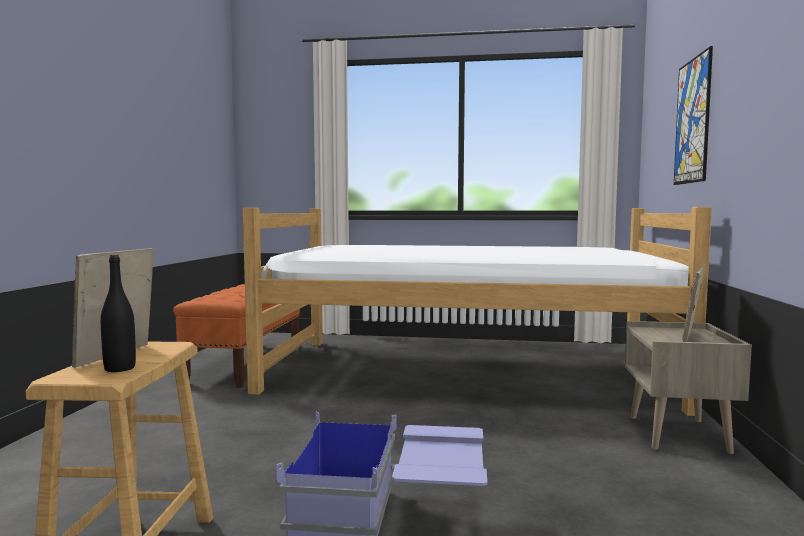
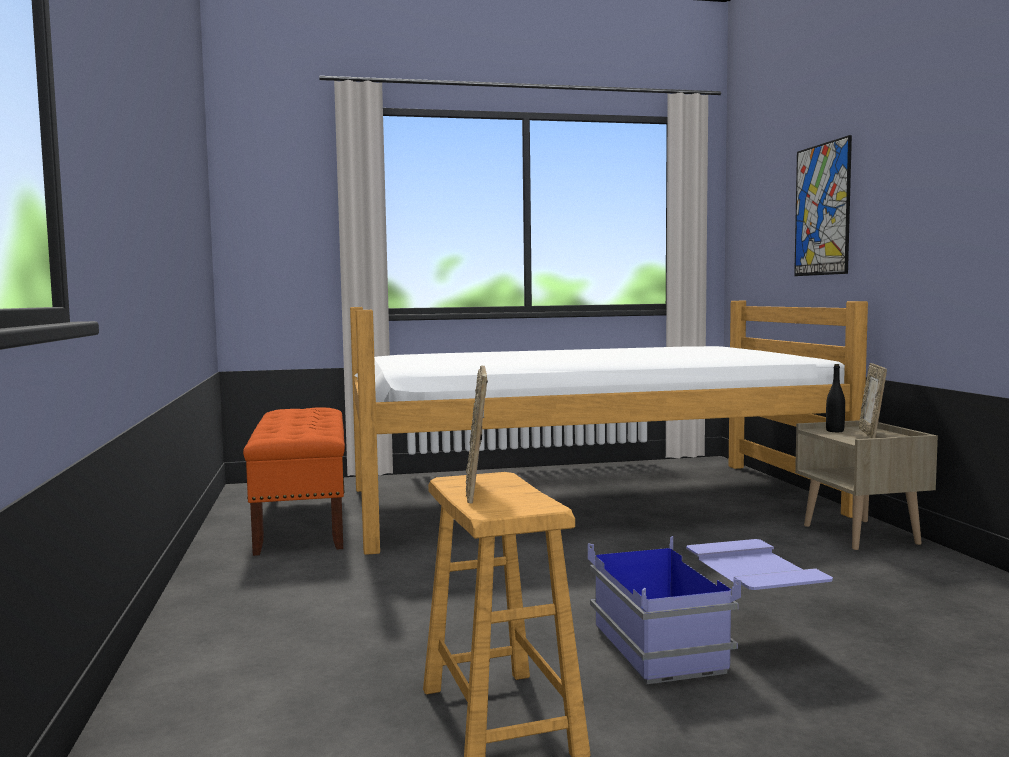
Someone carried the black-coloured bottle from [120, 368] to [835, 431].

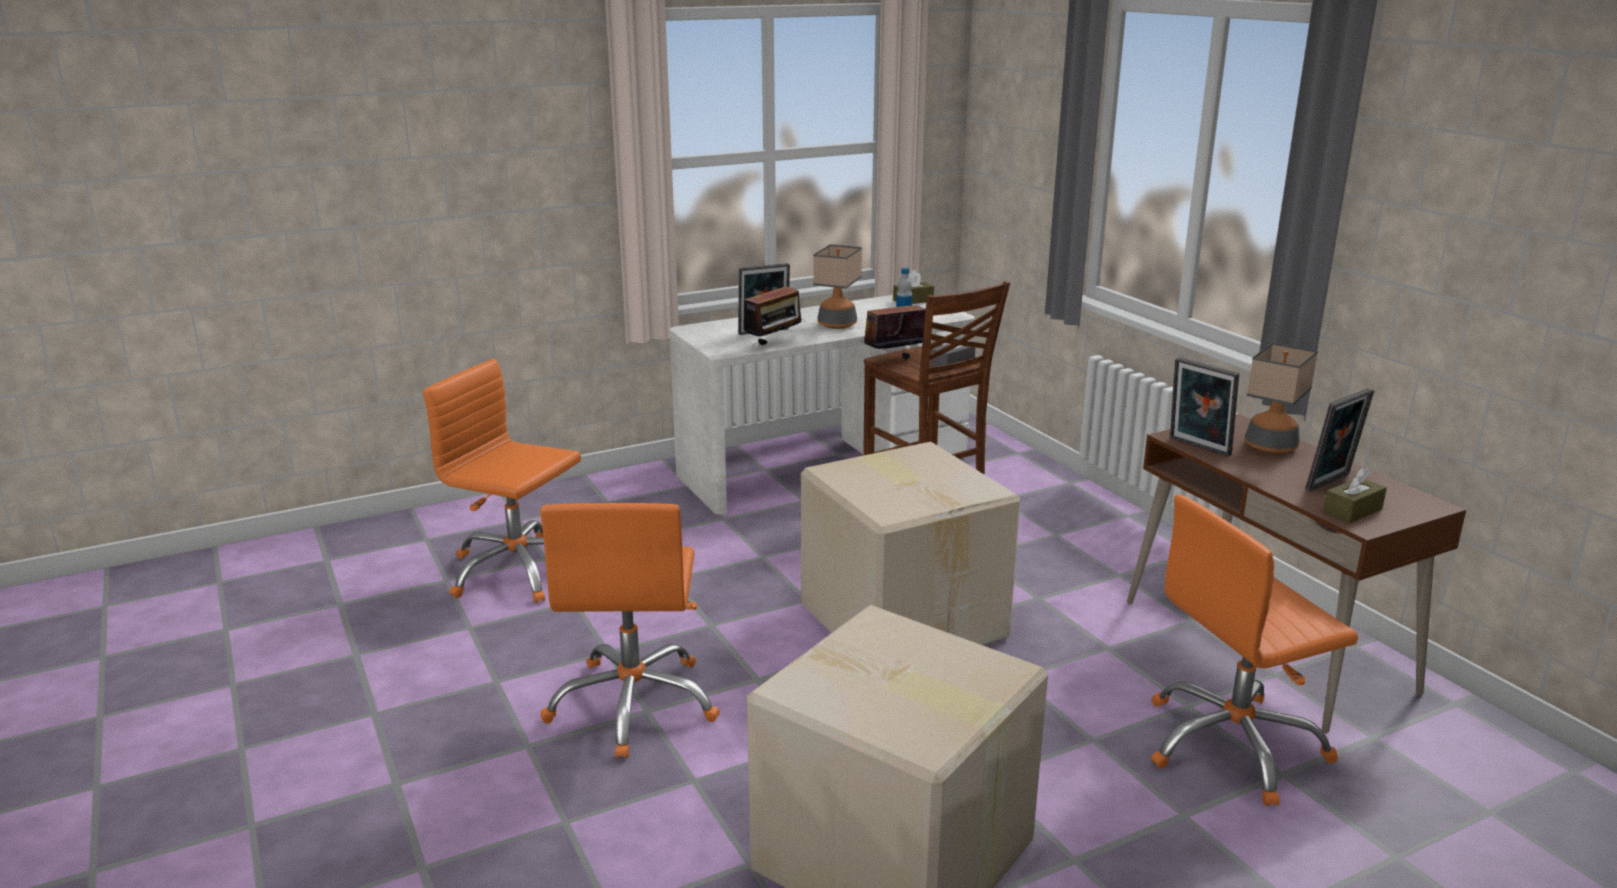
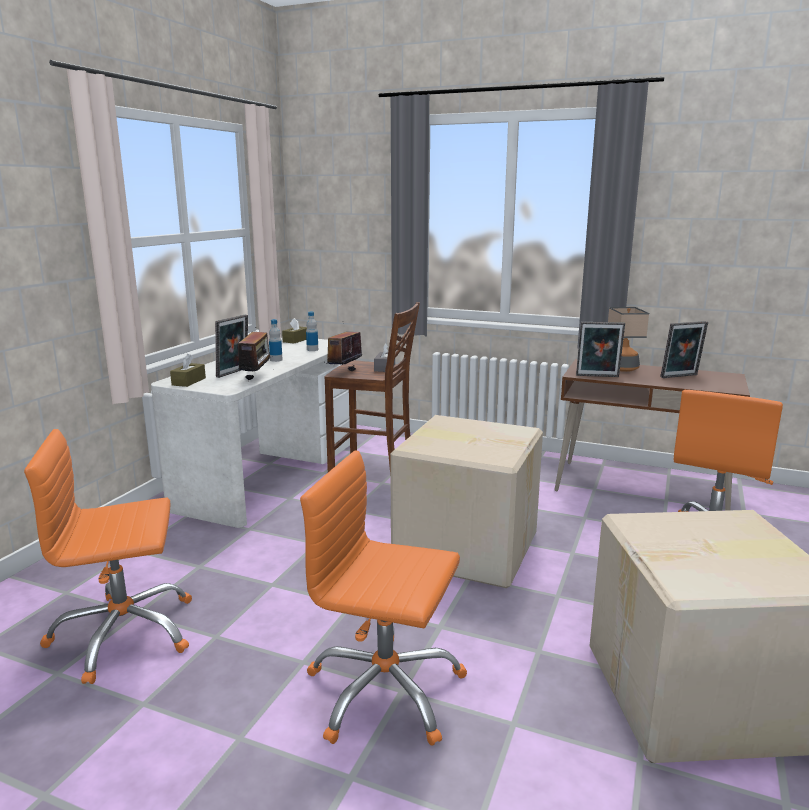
Someone carried the brown-coloured box of tissues from [1352, 511] to [189, 381]. Someone swapped the tabletop lamp at [837, 325] for the bottle at [276, 360]. Someone rotated the orangey desk chair at [634, 704] by 150 degrees clockwise. Someone rotated the picture frame at [1331, 483] by 60 degrees clockwise.

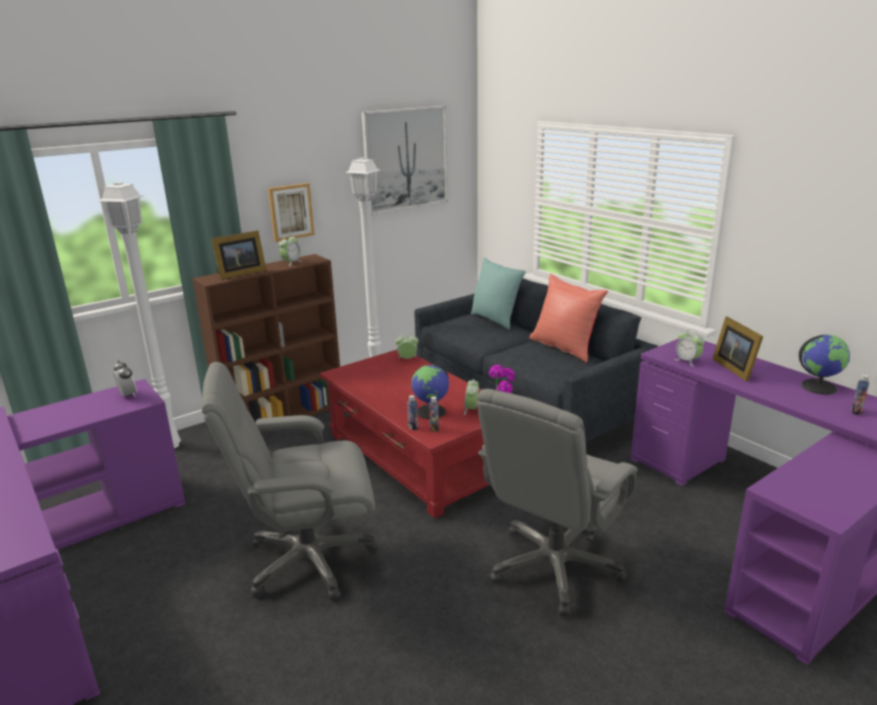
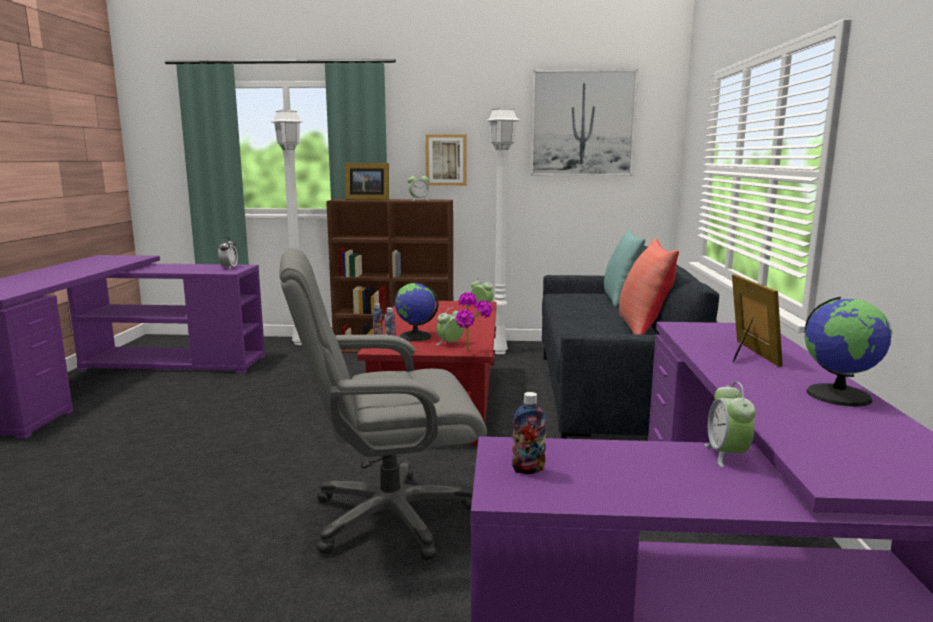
Someone took away the grey desk chair at [308, 560]. Someone carried the bedside clock from [687, 361] to [727, 455]. Someone carried the bottle from [856, 411] to [528, 469]. Someone rotated the picture frame at [734, 368] by 150 degrees clockwise.

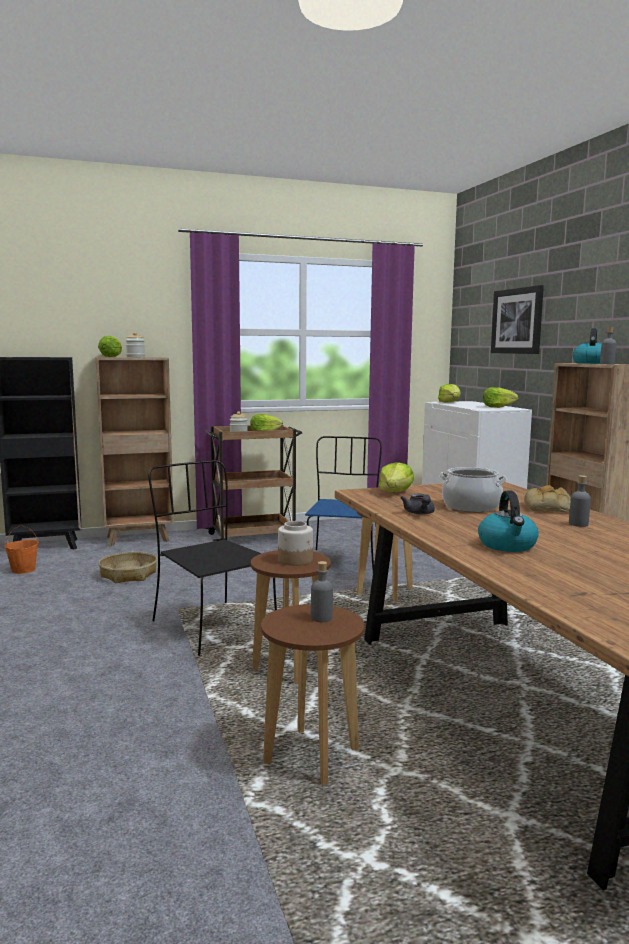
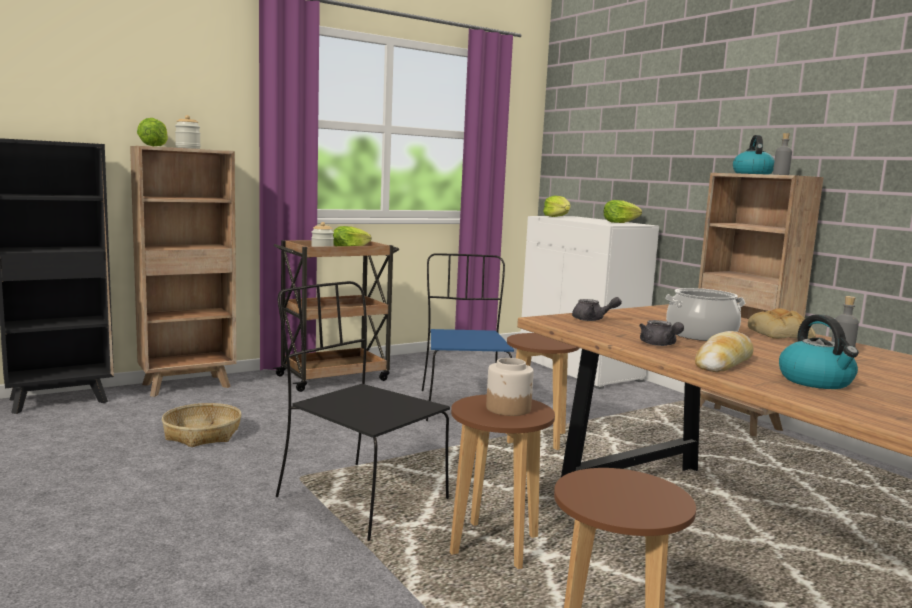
Someone took away the orangey bucket at [23, 570]. Someone took away the grey bottle at [321, 618]. Someone took away the picture at [517, 321]. Someone put down the baked bread at [723, 362]. Someone swapped the lettuce at [395, 492] for the grey tea pot at [592, 319].

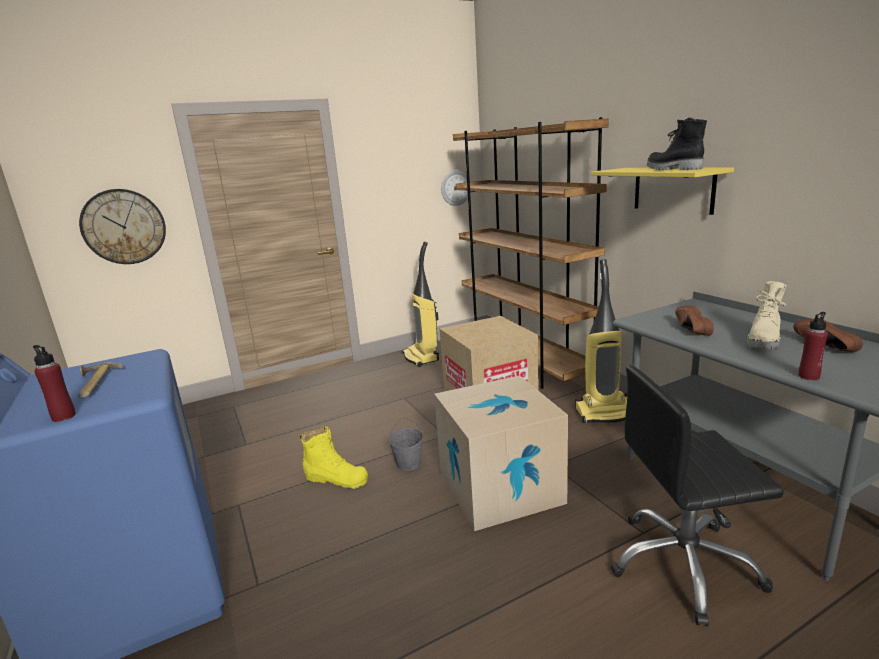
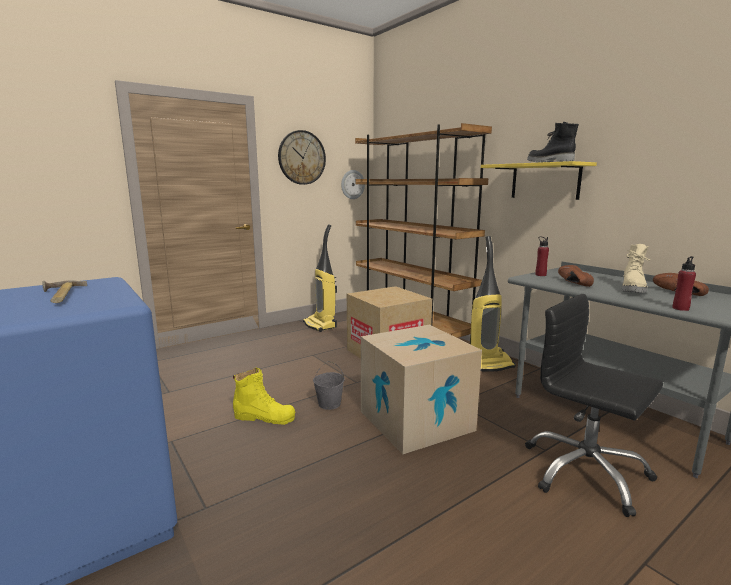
Someone carried the reddish bottle from [63, 416] to [540, 275]. Someone carried the wall clock from [124, 227] to [302, 157]. Someone rotated the black-coloured desk chair at [684, 565] by 60 degrees clockwise.

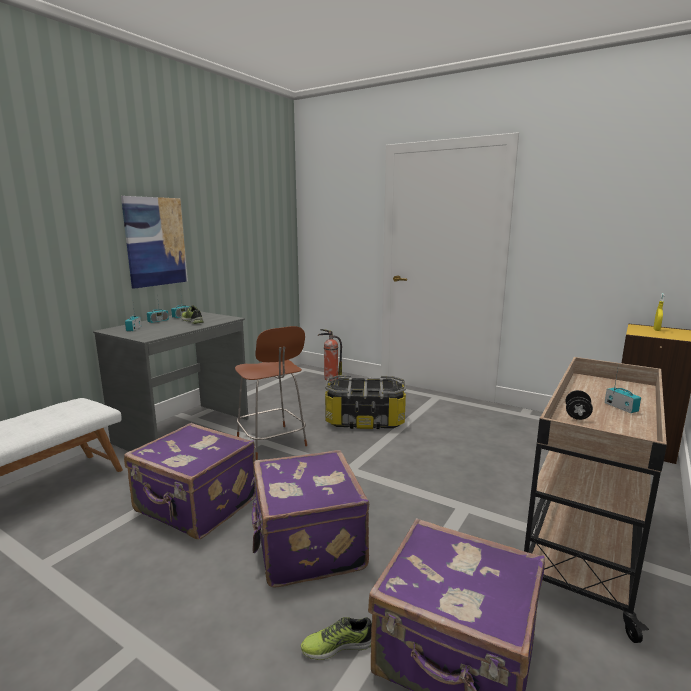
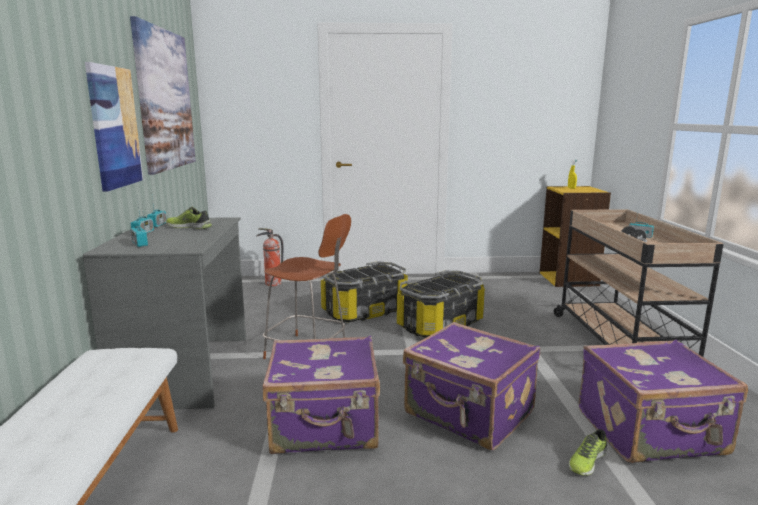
Someone put up the picture at [165, 100]. Someone put down the storage bin at [439, 324].

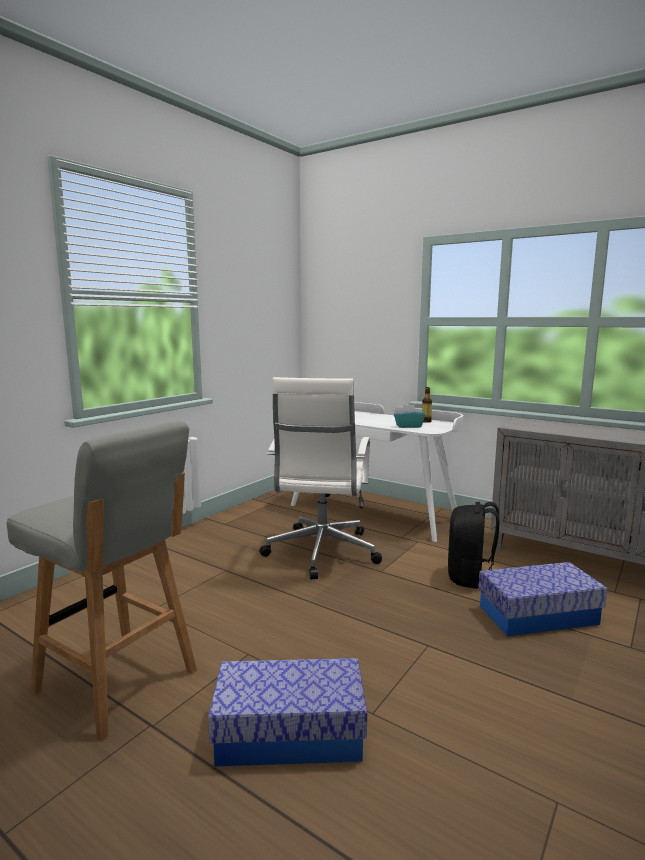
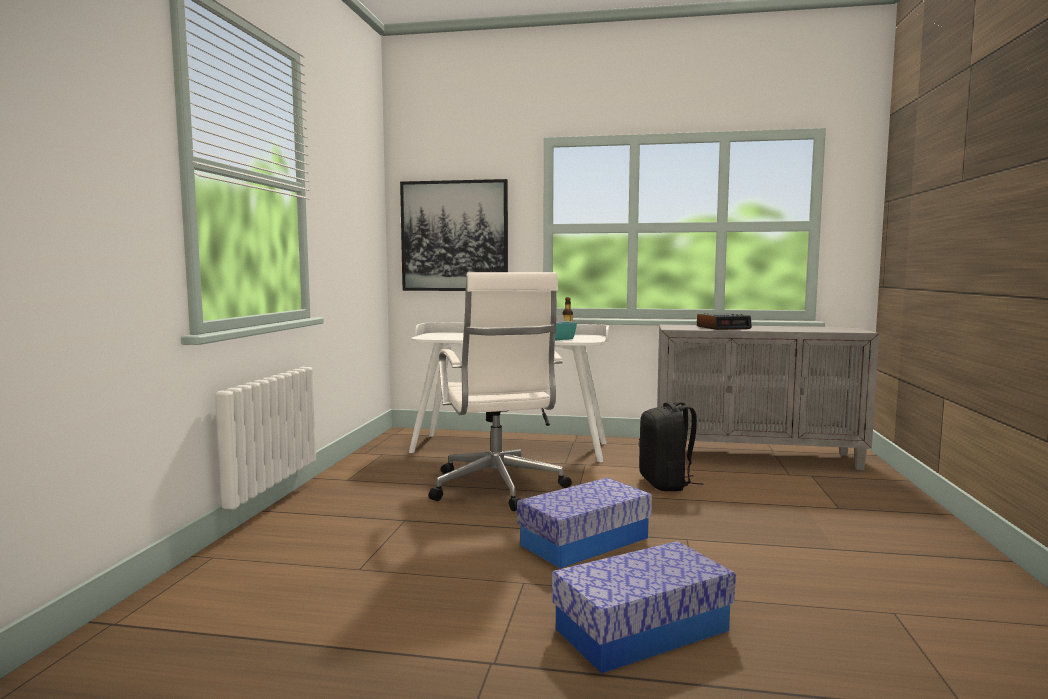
Someone took away the grey sitting stool at [118, 683]. Someone put up the picture at [454, 236]. Someone put down the bedside clock at [723, 327]. Someone carried the storage bin from [538, 615] to [585, 541].

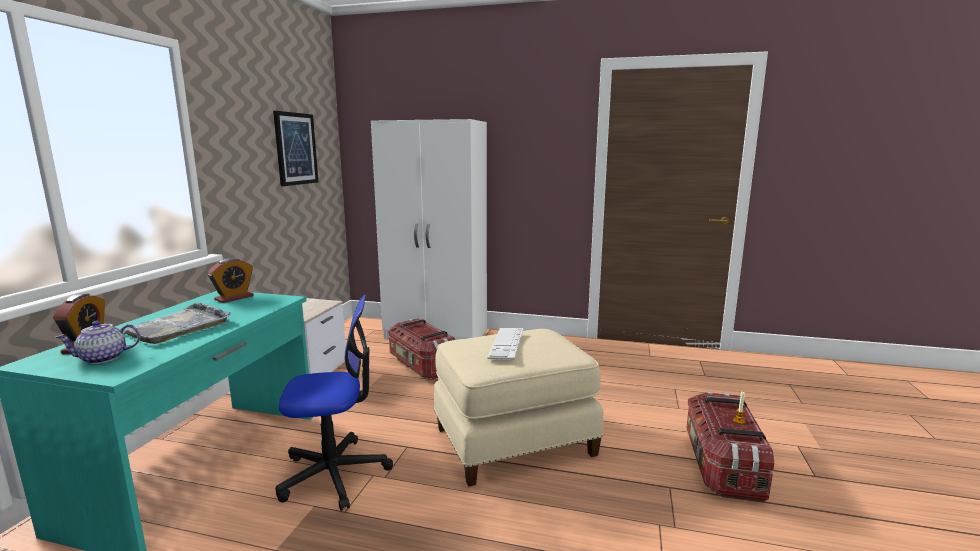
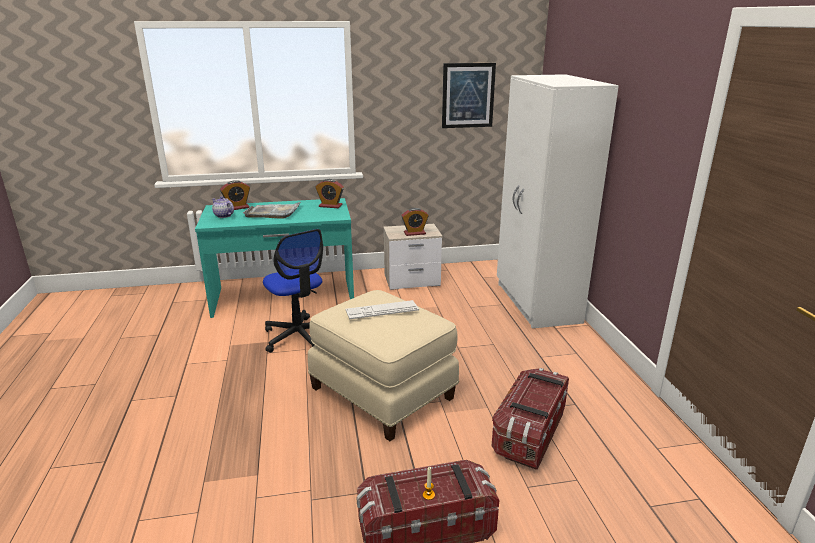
Someone put down the bedside clock at [414, 233]. Someone carried the storage bin from [422, 365] to [529, 433].

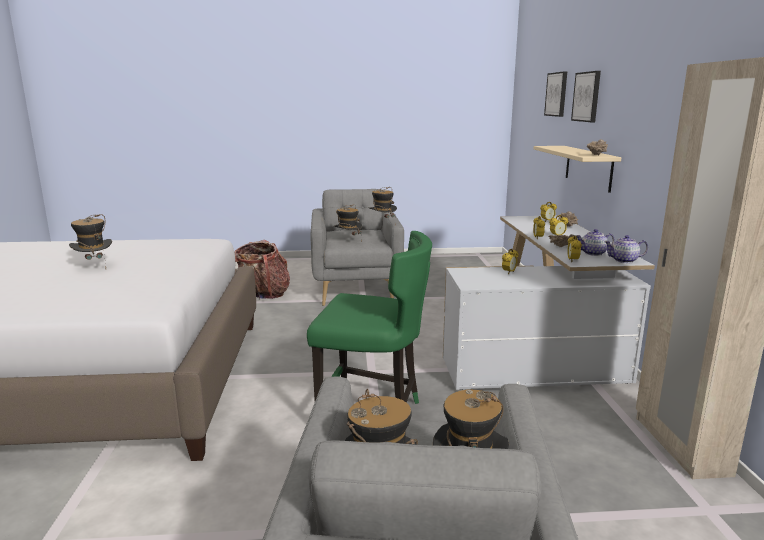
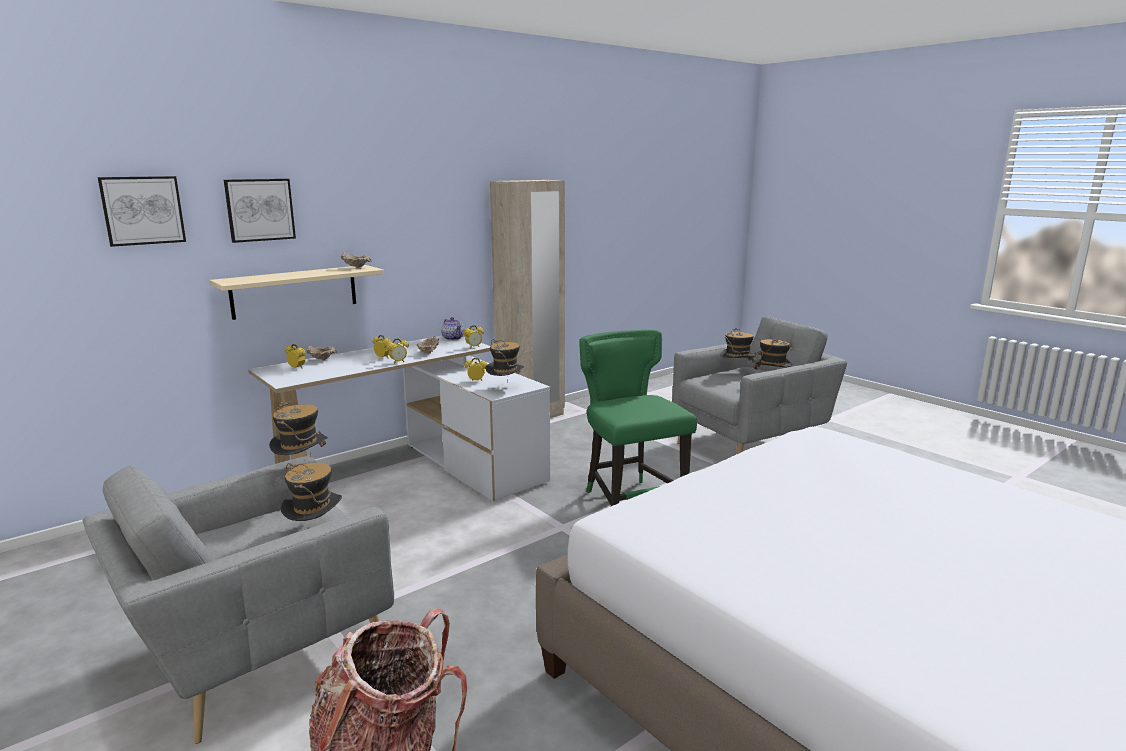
Someone took away the tea pot at [593, 253]. Someone carried the wearable hat from [94, 266] to [506, 389].

